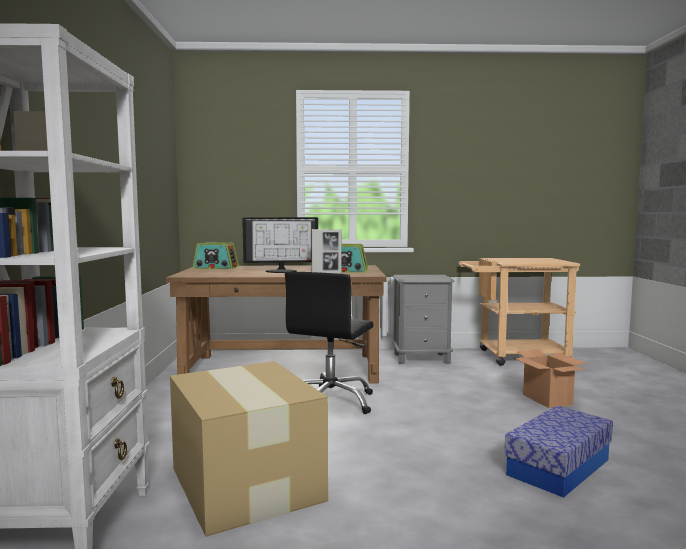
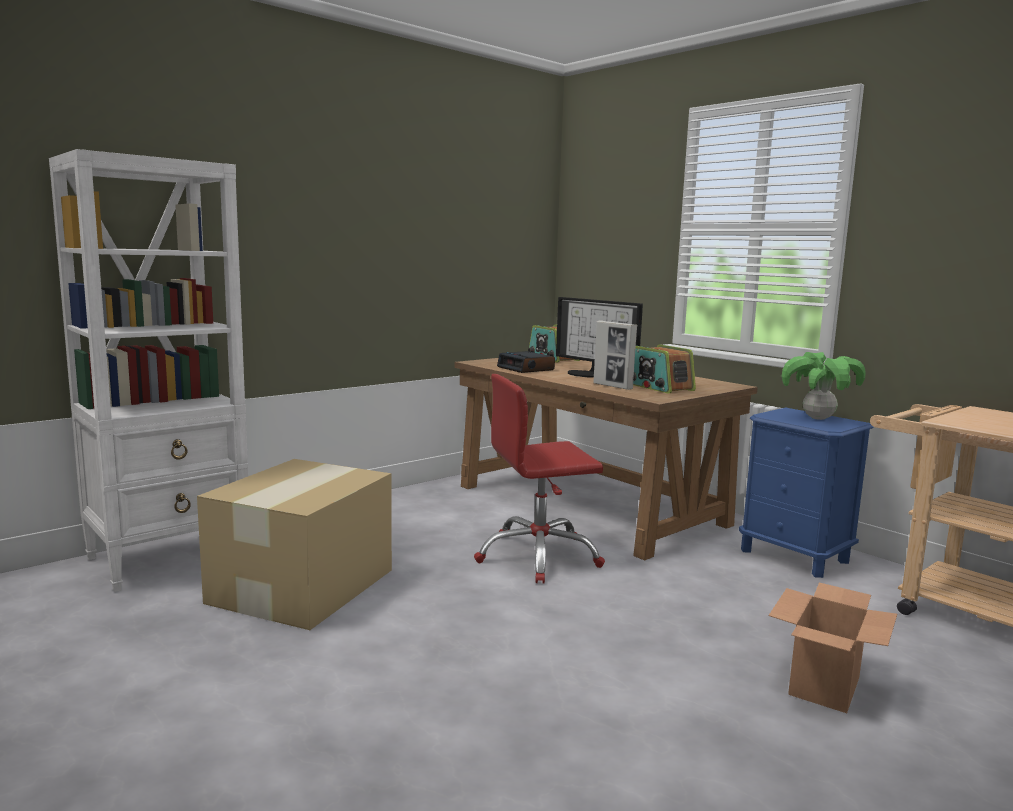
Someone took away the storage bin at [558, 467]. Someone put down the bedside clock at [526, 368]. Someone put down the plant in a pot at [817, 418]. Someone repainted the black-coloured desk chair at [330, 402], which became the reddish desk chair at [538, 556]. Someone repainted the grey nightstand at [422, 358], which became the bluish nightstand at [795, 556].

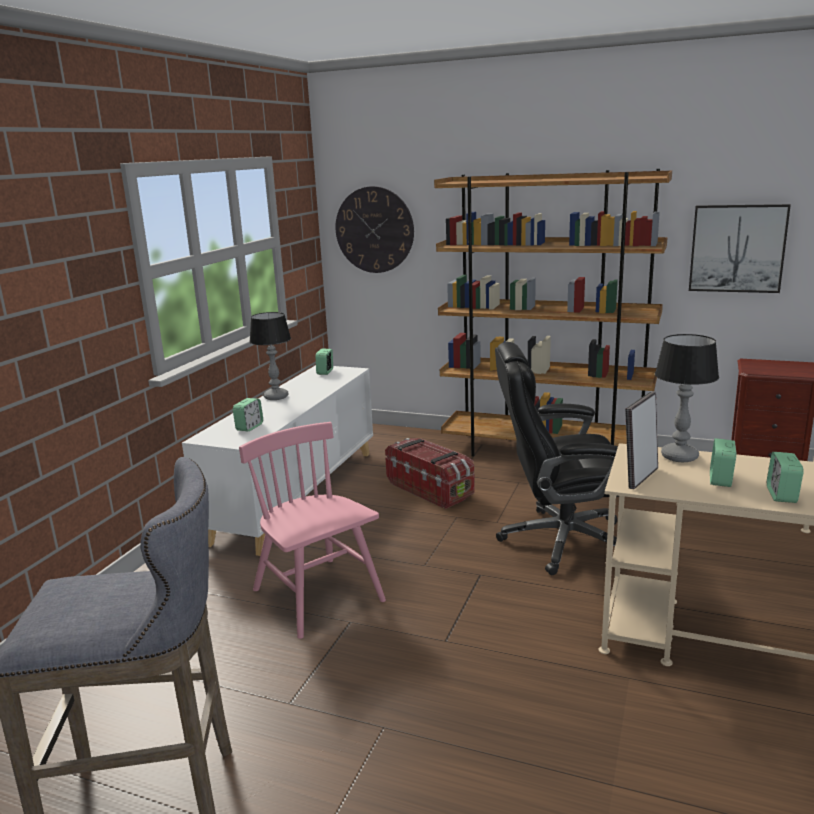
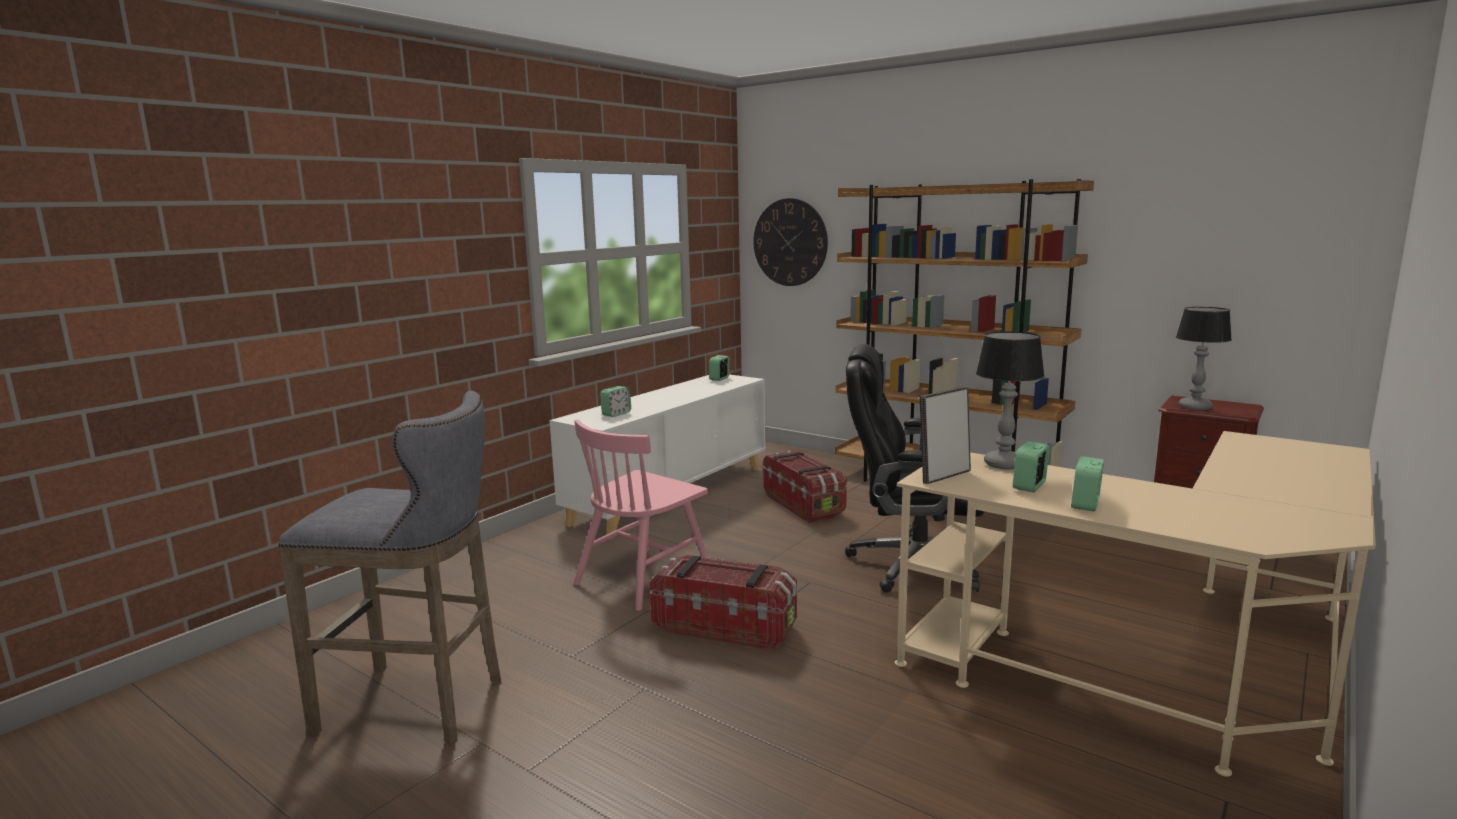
Someone took away the picture at [737, 248]. Someone put down the storage bin at [725, 626]. Someone carried the tabletop lamp from [276, 397] to [1195, 407]. Someone rotated the pinkish chair at [318, 596] by 120 degrees counterclockwise.

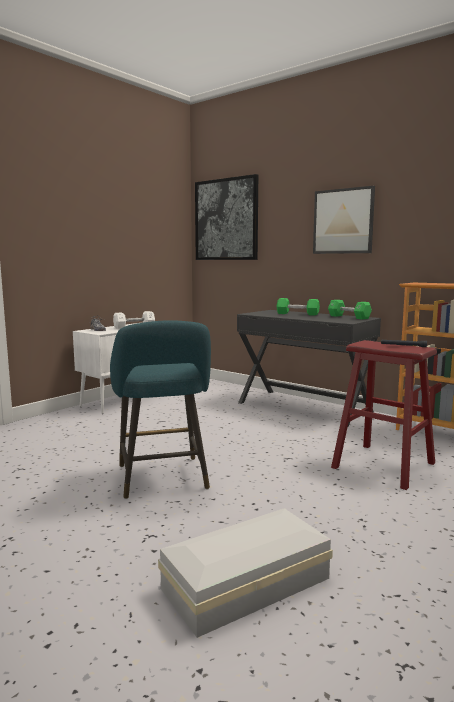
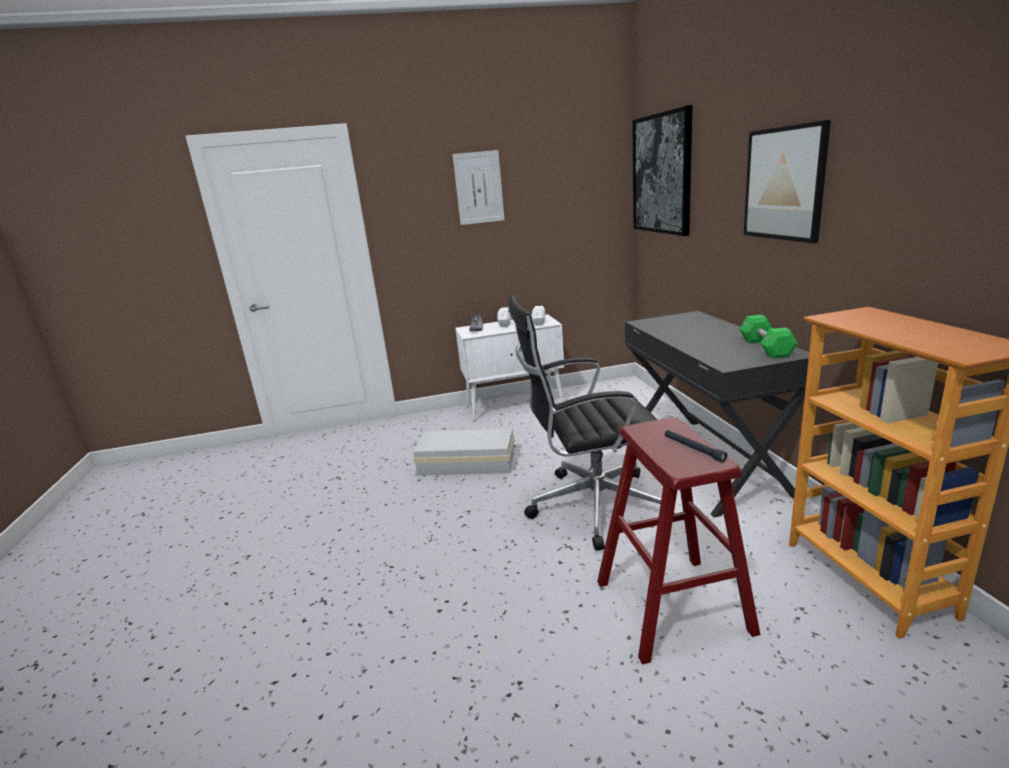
Someone took away the blue-green sitting stool at [163, 480]. Someone took away the green-coloured dumbbell at [297, 314]. Someone put up the picture at [479, 188]. Someone put down the black-coloured desk chair at [592, 506]. Someone carried the white-coloured storage bin from [243, 583] to [465, 462].

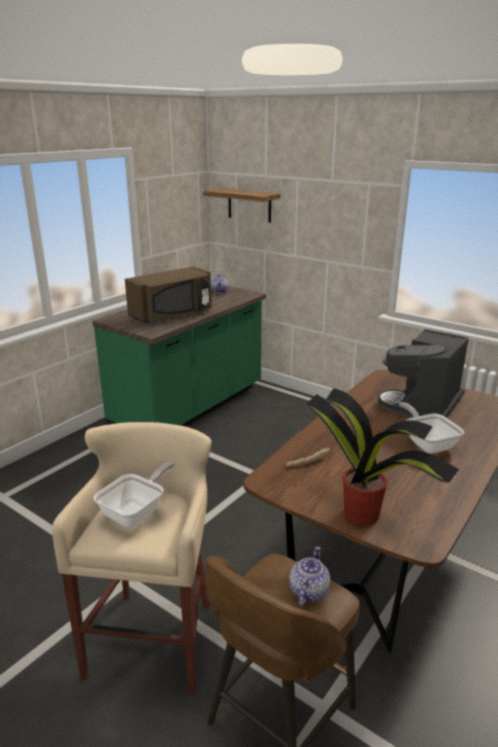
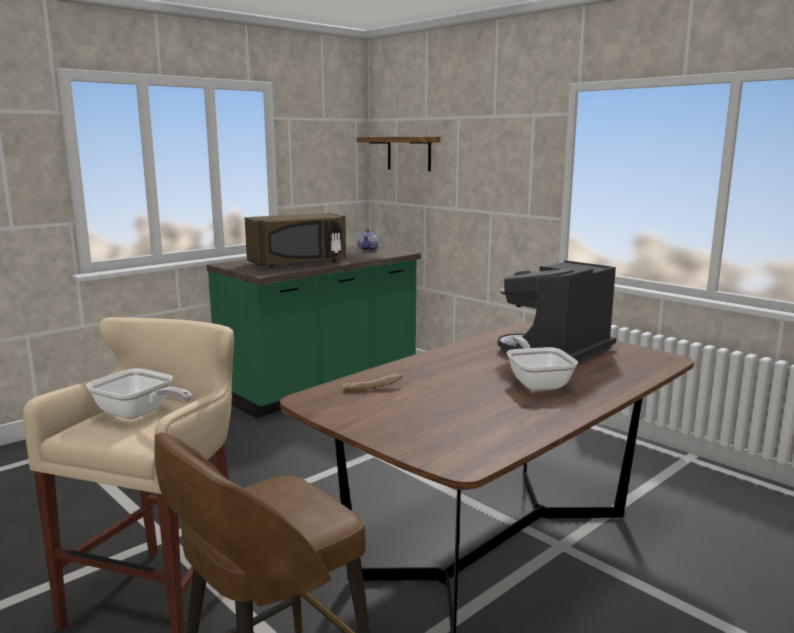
Someone took away the tea pot at [308, 591]. Someone took away the plant in a pot at [363, 515]. Someone rotated the pan at [137, 512] by 75 degrees clockwise.

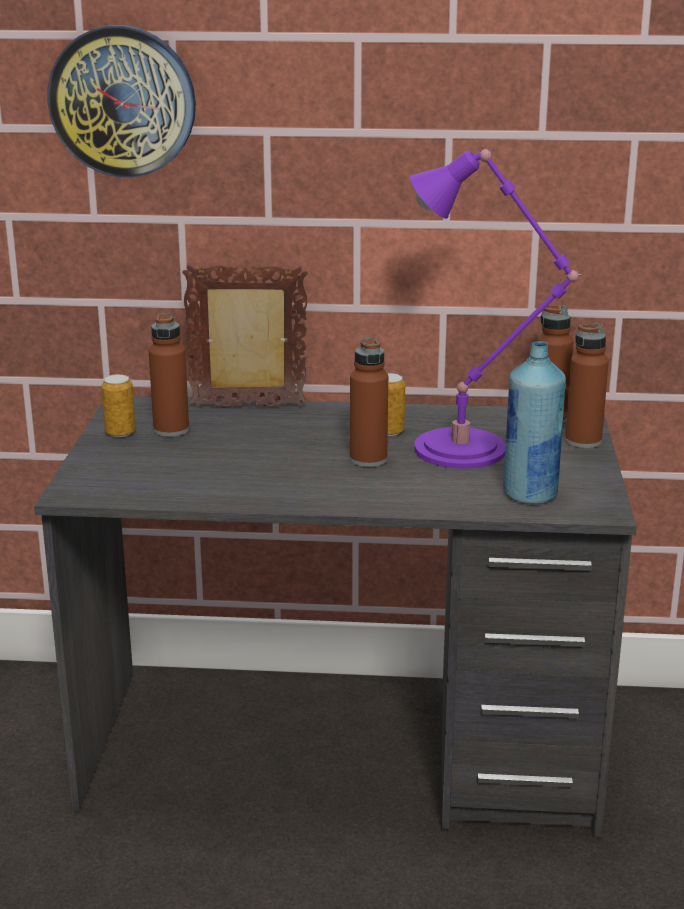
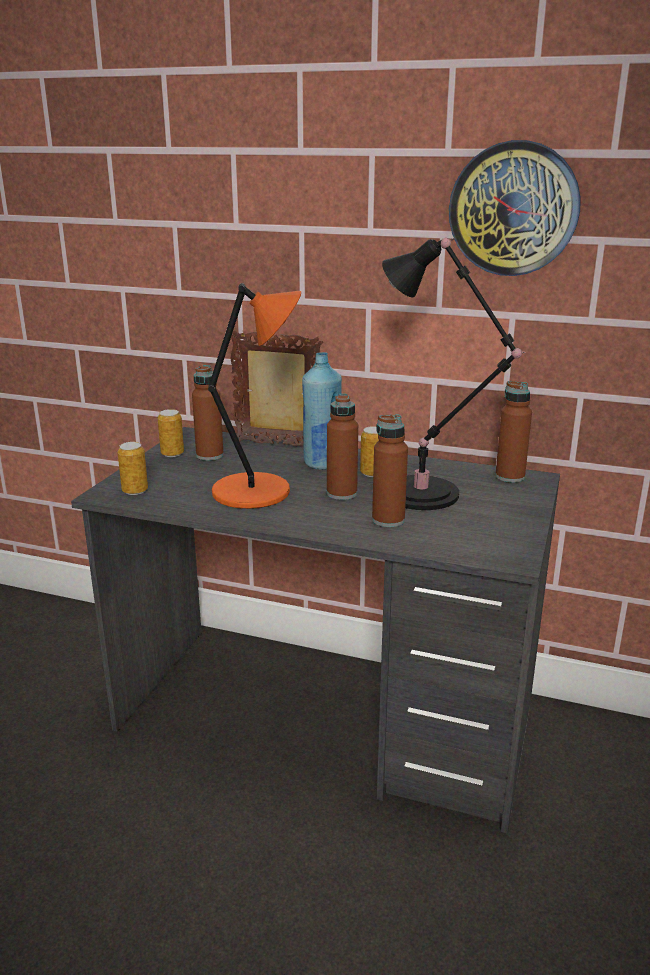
Someone put down the metal can at [135, 491]. Someone put down the orangey tabletop lamp at [256, 492]. Someone carried the wall clock from [122, 101] to [513, 209]. Someone carried the bluish bottle from [529, 495] to [322, 464]. Someone carried the brown-coloured bottle from [583, 441] to [388, 520]. Someone repainted the purple-coloured tabletop lamp at [468, 450], which became the black-coloured tabletop lamp at [427, 495].

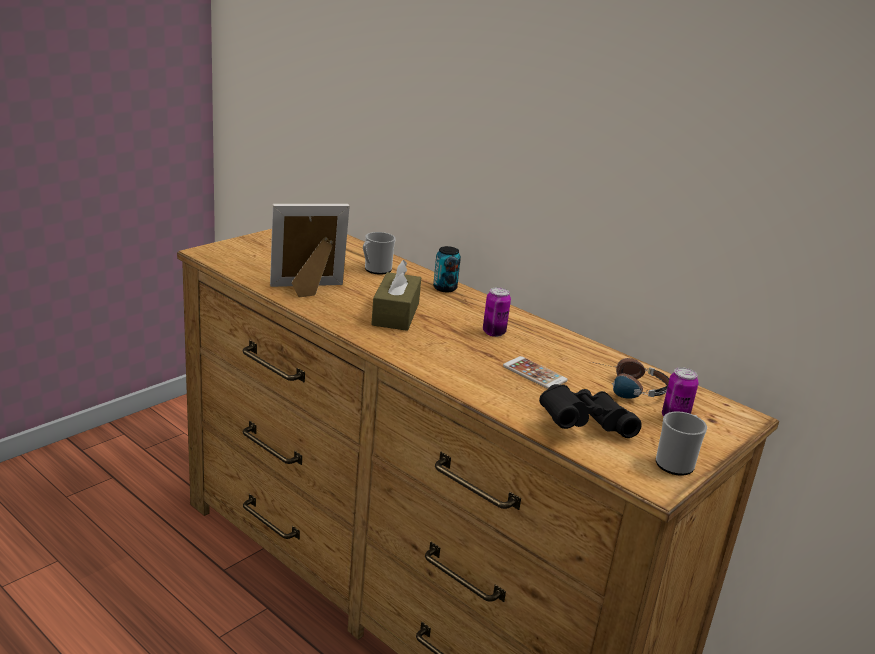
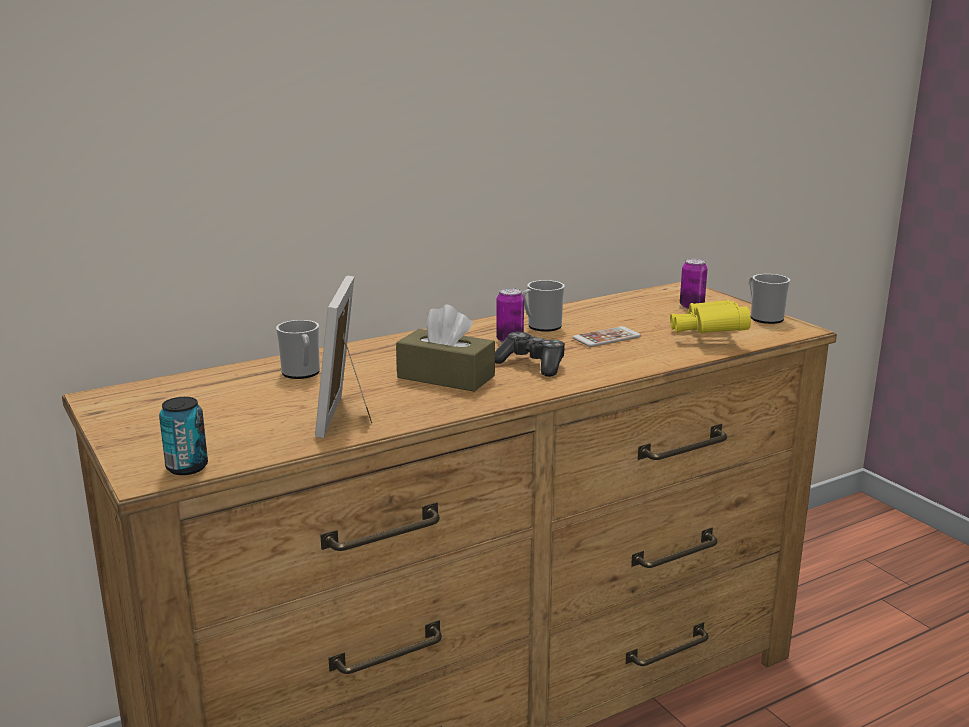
Someone took away the headphones at [626, 388]. Someone put down the gamepad at [532, 364]. Someone put down the coffee mug at [541, 327]. Someone carried the metal can from [445, 288] to [187, 467]. Someone repainted the black-coloured field glasses at [582, 425], which became the yellow field glasses at [708, 336].

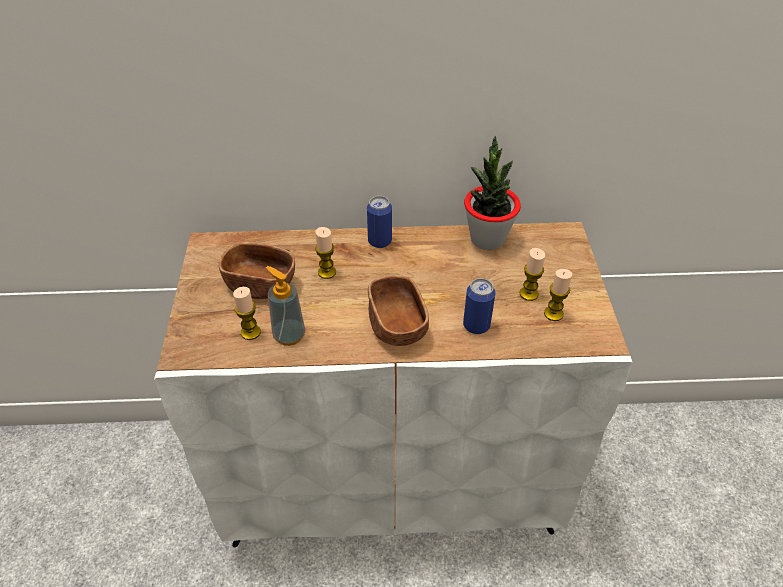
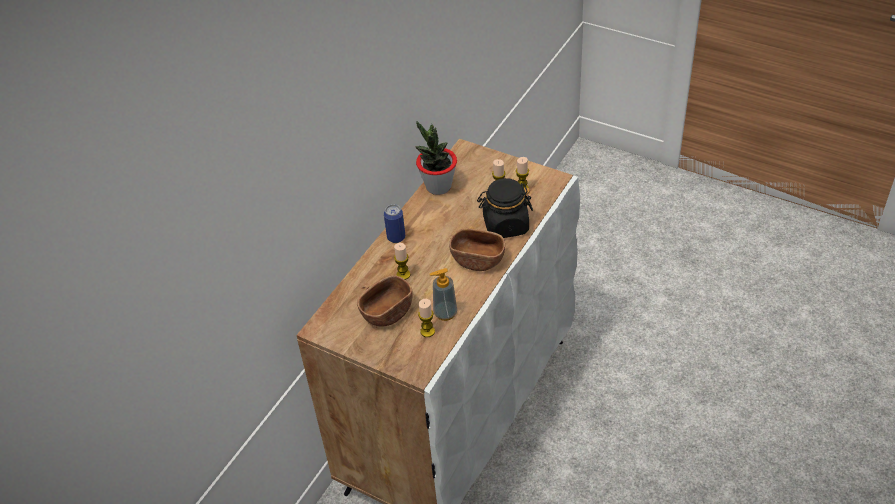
Someone swapped the metal can at [476, 326] for the black-coloured storage jar at [505, 225].

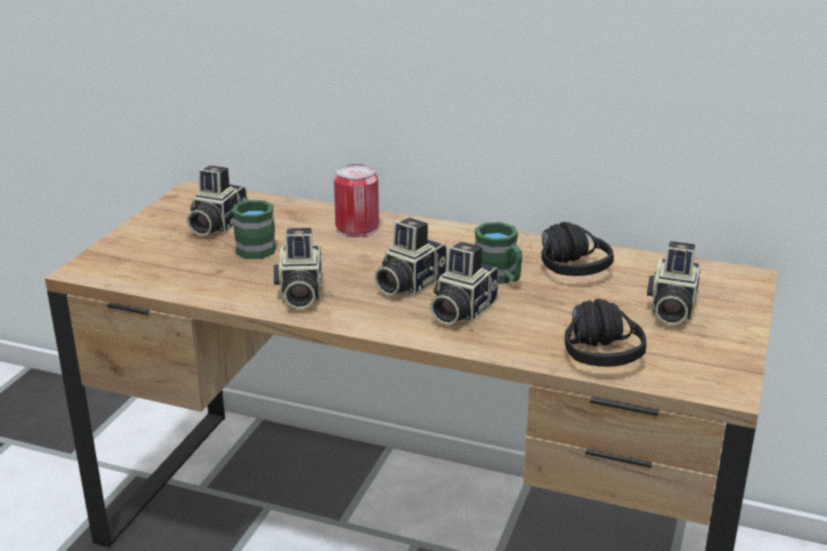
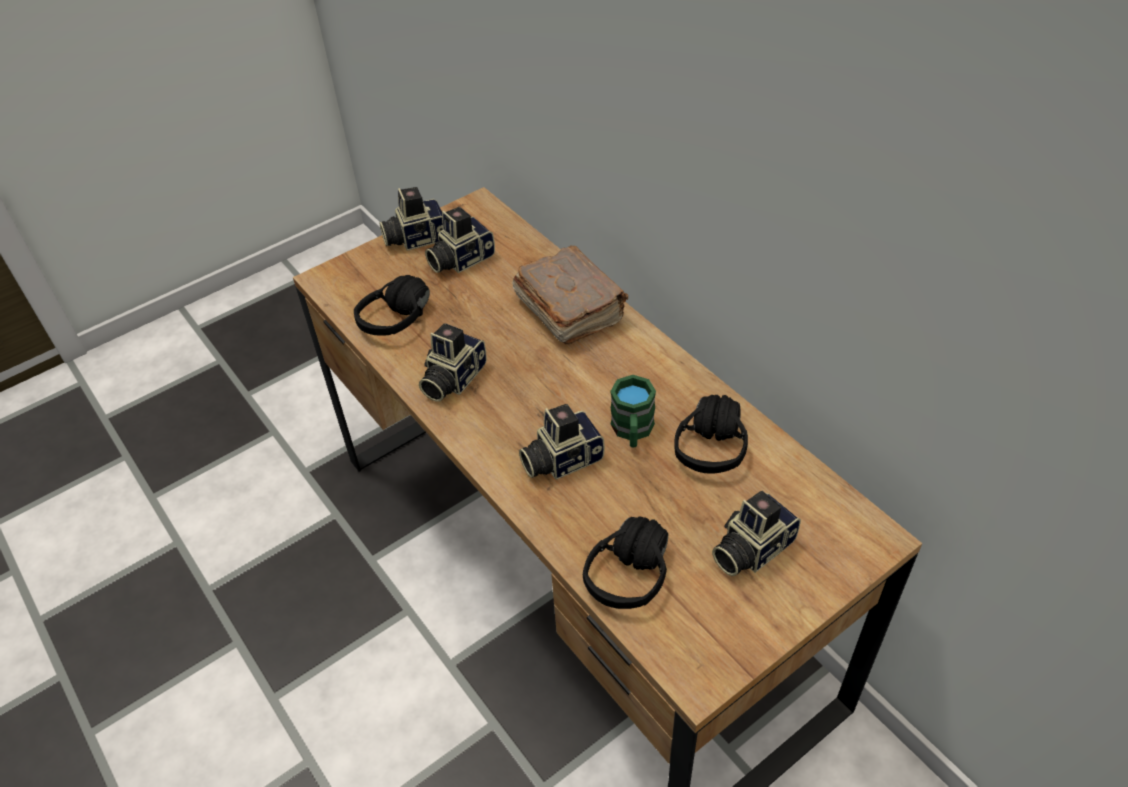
Someone took away the green-coloured coffee mug at [253, 246]. Someone put down the black-coloured headphones at [405, 324]. Someone carried the still camera from [408, 283] to [415, 238]. Someone swapped the metal can at [357, 228] for the brown-coloured book at [569, 309].

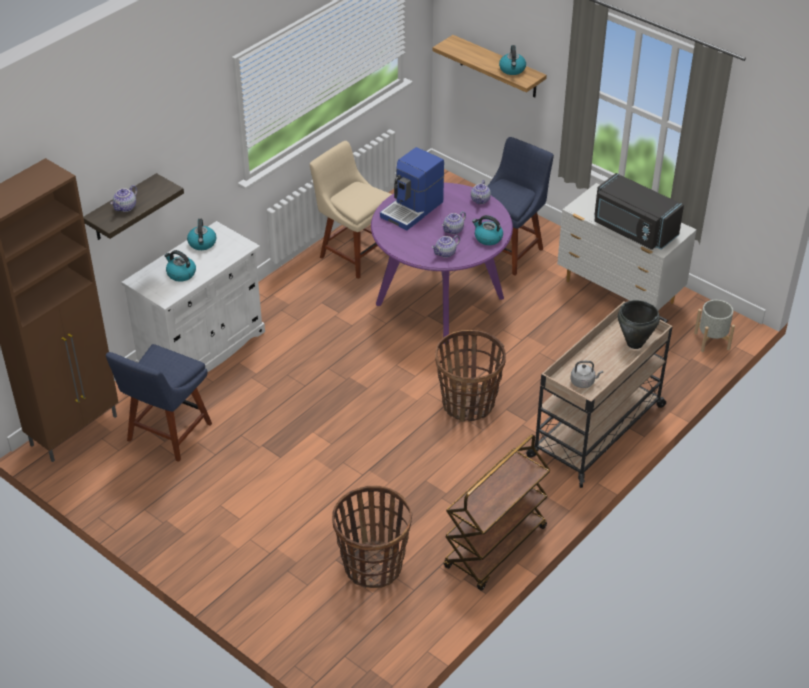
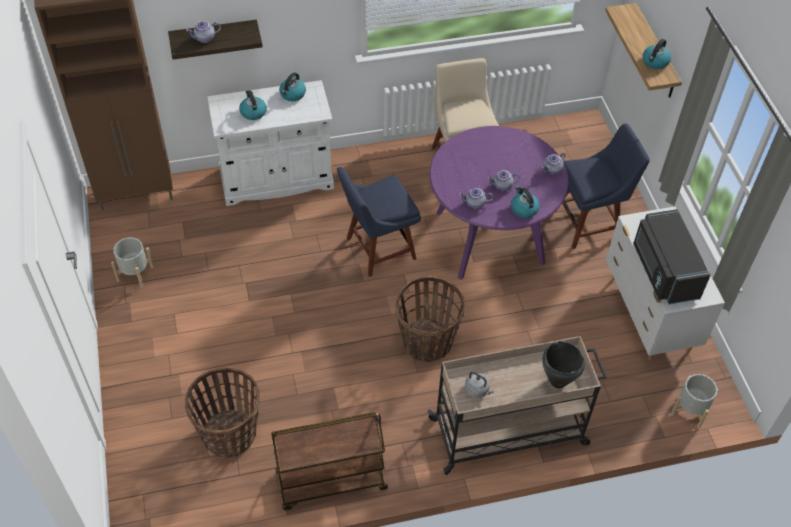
Someone took away the coffee maker at [413, 209]. Someone put down the grey plant pot at [135, 274]. Someone carried the bluish chair from [167, 435] to [377, 250].

